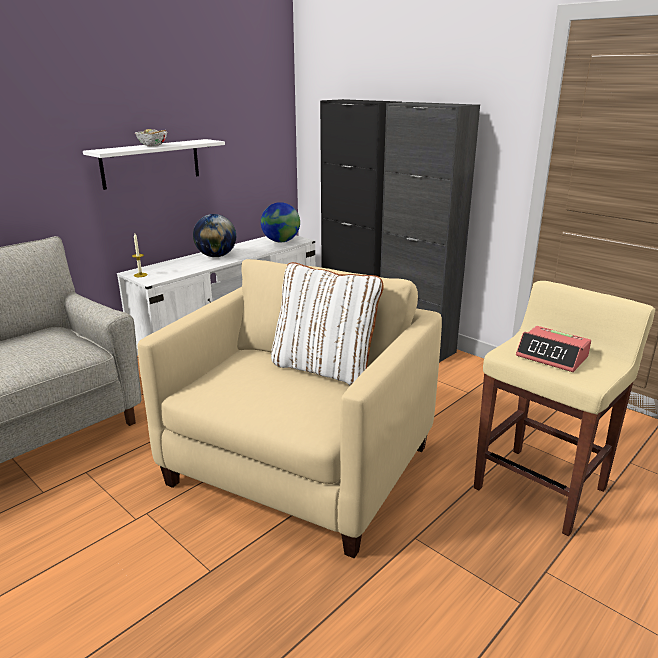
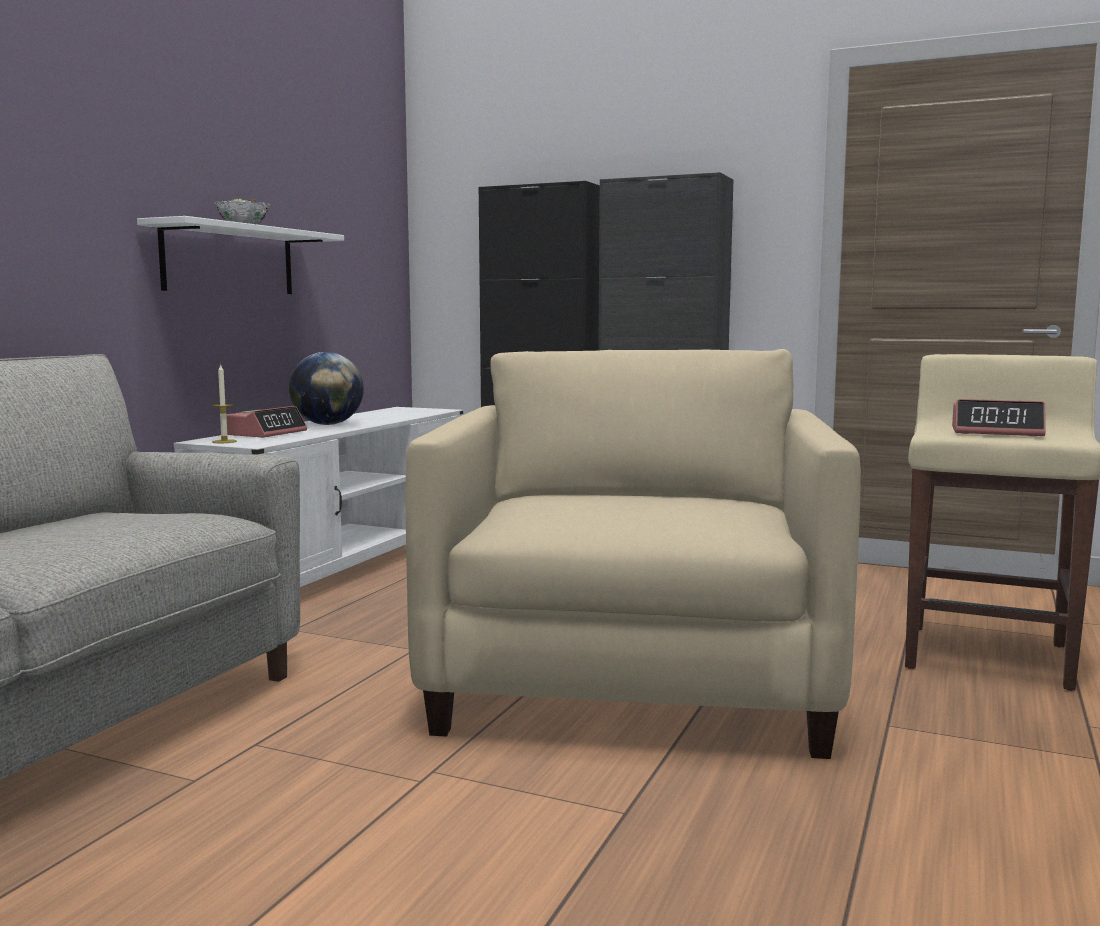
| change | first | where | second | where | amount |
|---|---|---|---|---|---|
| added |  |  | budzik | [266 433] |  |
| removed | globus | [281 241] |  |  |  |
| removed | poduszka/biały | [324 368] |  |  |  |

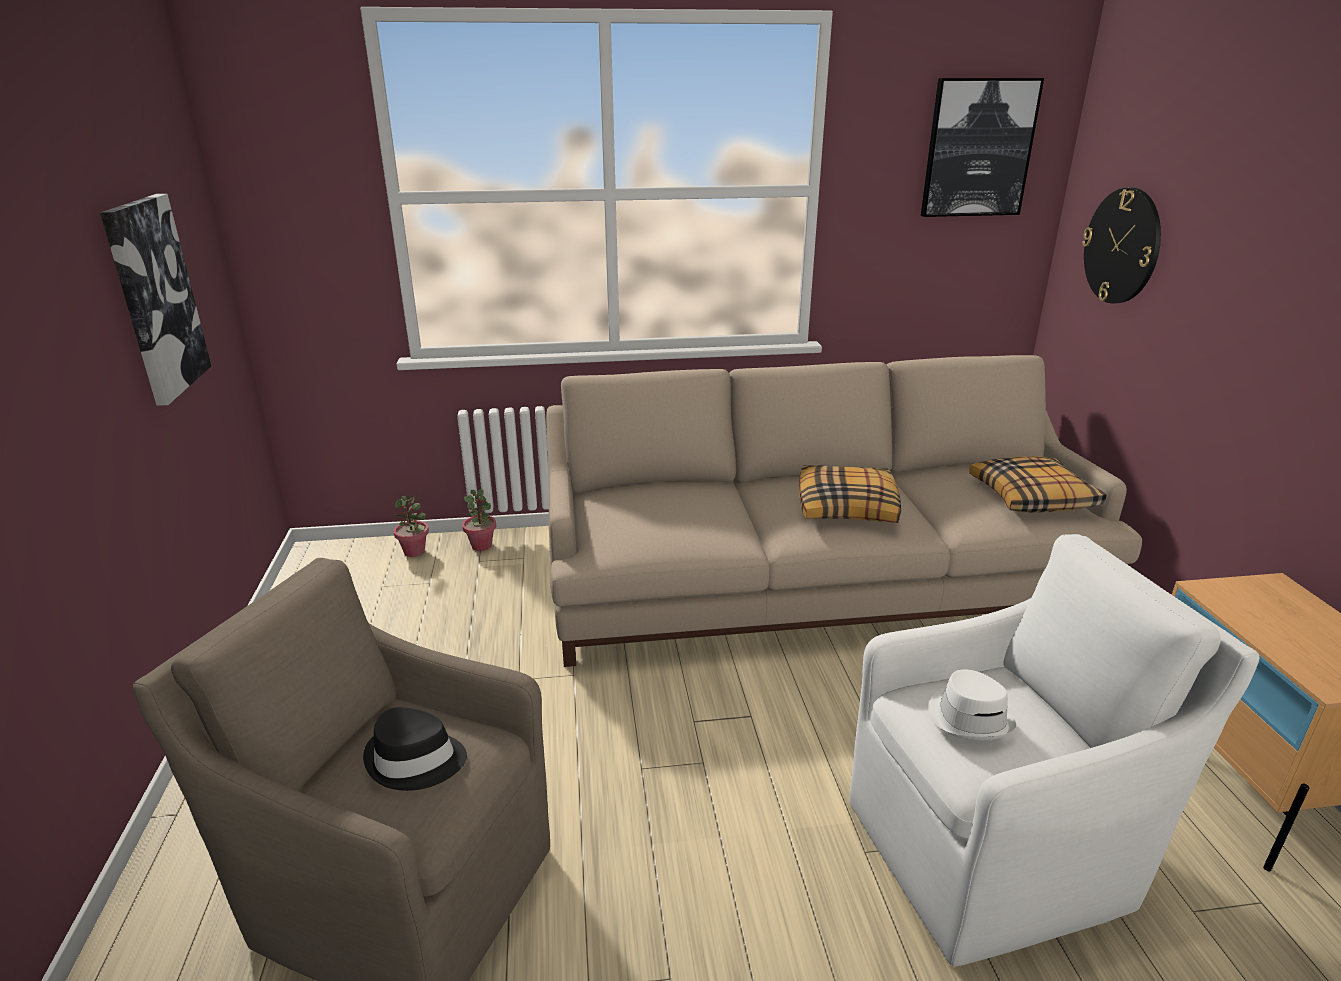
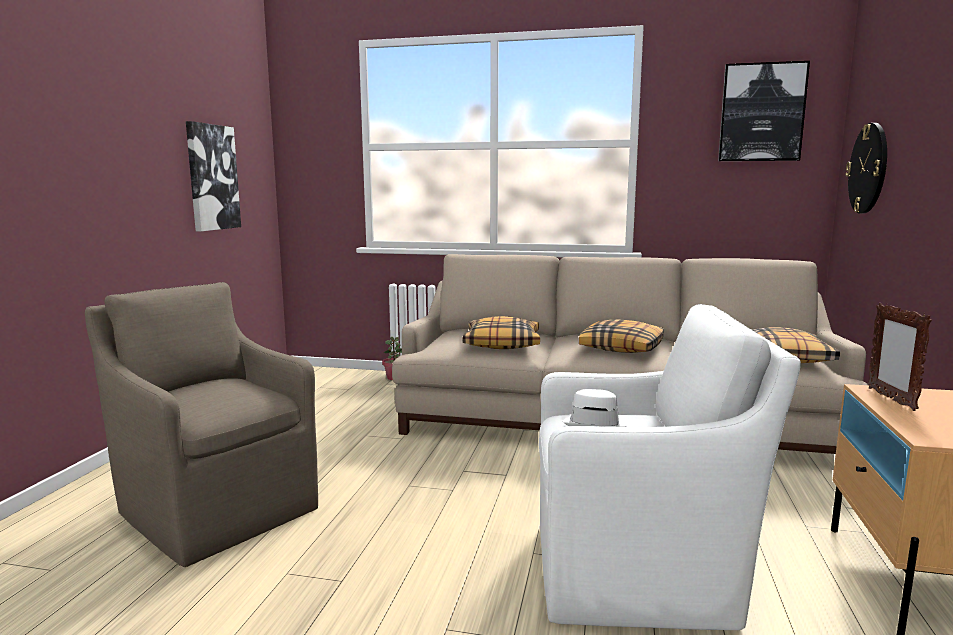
| change | first | where | second | where | amount |
|---|---|---|---|---|---|
| added |  |  | poduszka | [502 343] |  |
| added |  |  | ramka na zdjęcie | [891 399] |  |
| removed | kapelusz/czarny | [415 761] |  |  |  |
| removed | roślina doniczkowa | [414 551] |  |  |  |

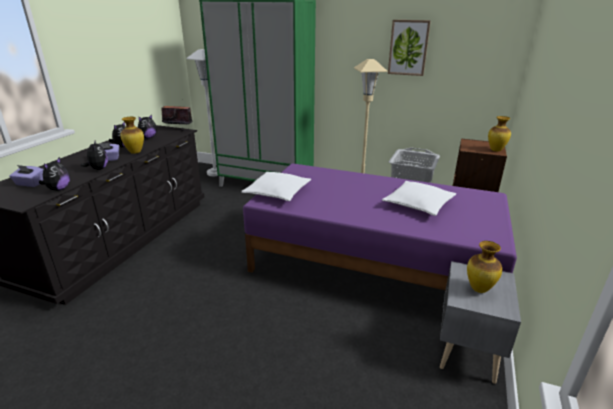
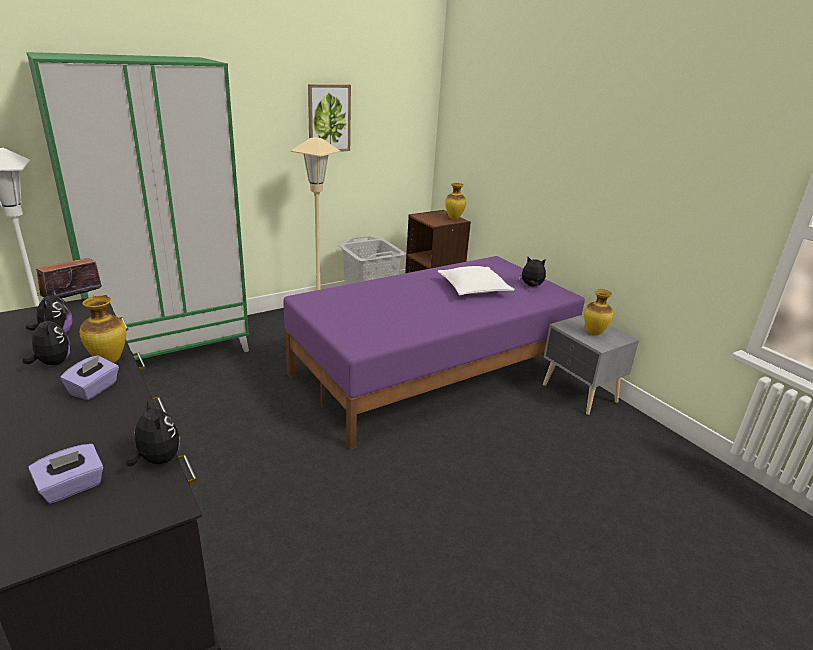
| change | first | where | second | where | amount |
|---|---|---|---|---|---|
| moved | pluszak | [98 169] |  | [531 286] |  |
| removed | poduszka/biały | [277 193] |  |  |  |

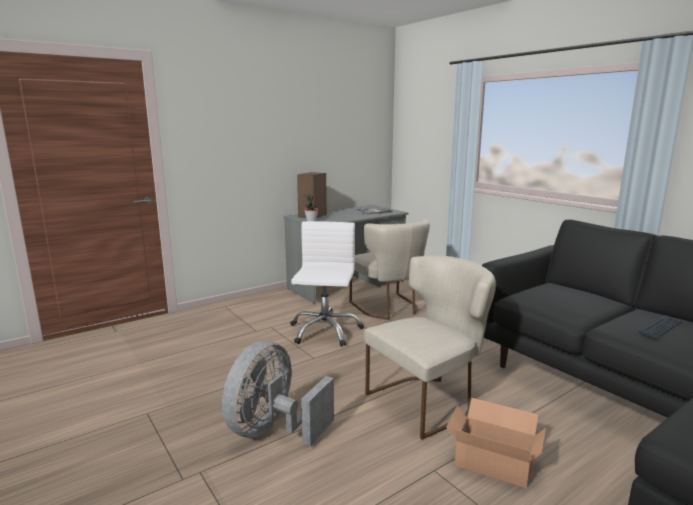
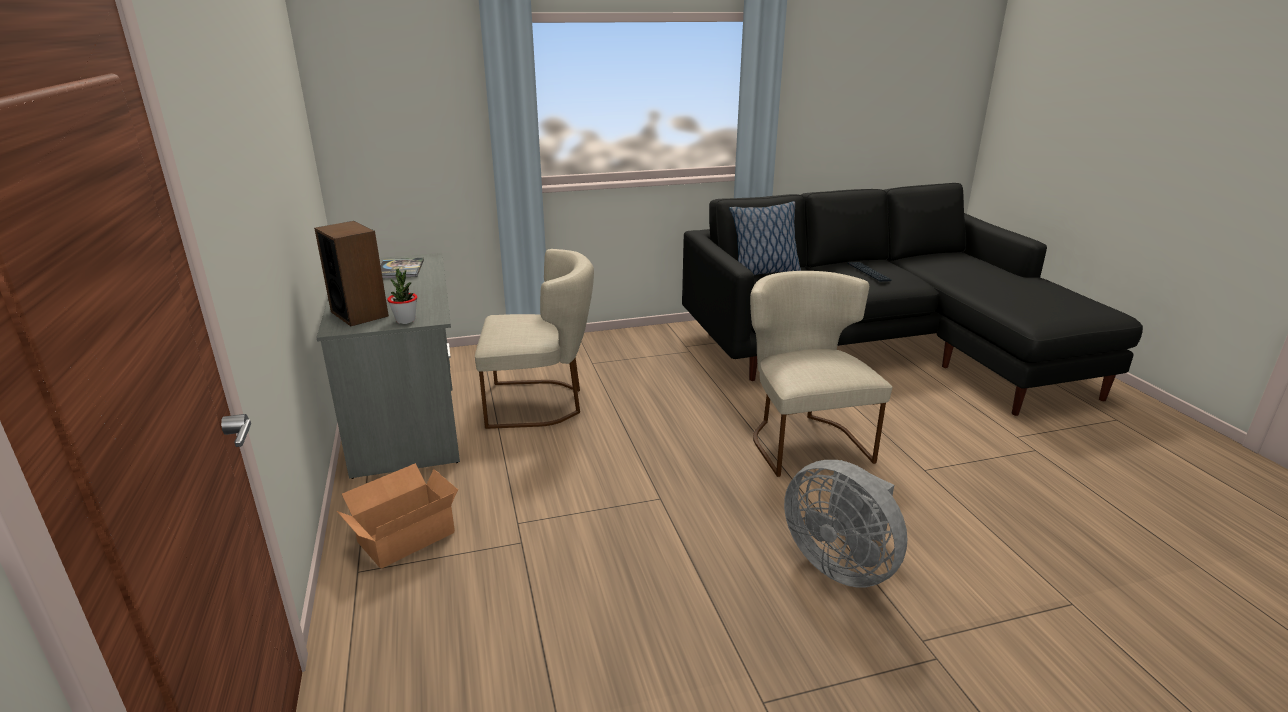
| change | first | where | second | where | amount |
|---|---|---|---|---|---|
| moved | karton | [492 459] |  | [403 536] |  |
| added |  |  | poduszka | [763 272] |  |
| removed | krzesło biurowe/biały | [324 331] |  |  |  |

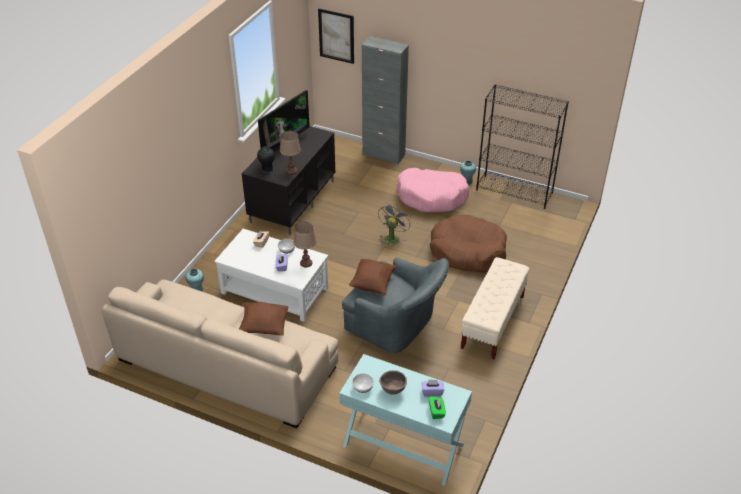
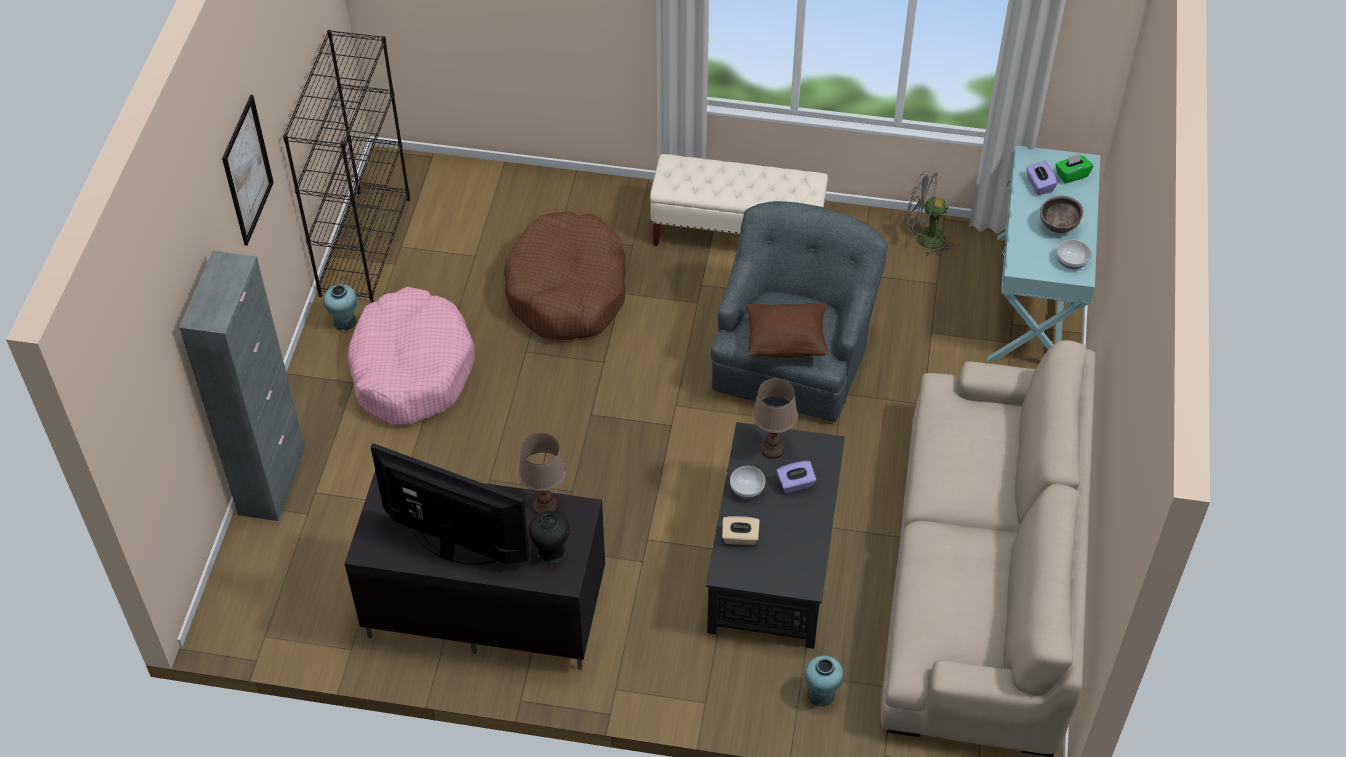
| change | first | where | second | where | amount |
|---|---|---|---|---|---|
| moved | obraz | [336 36] |  | [247 170] |  |
| recoloured | ława/biały | [274 290] | ława/czarny | [773 560] |  |
| moved | wentylator/szary | [392 238] |  | [923 238] |  |
| removed | poduszka/brązowy | [264 327] |  |  |  |

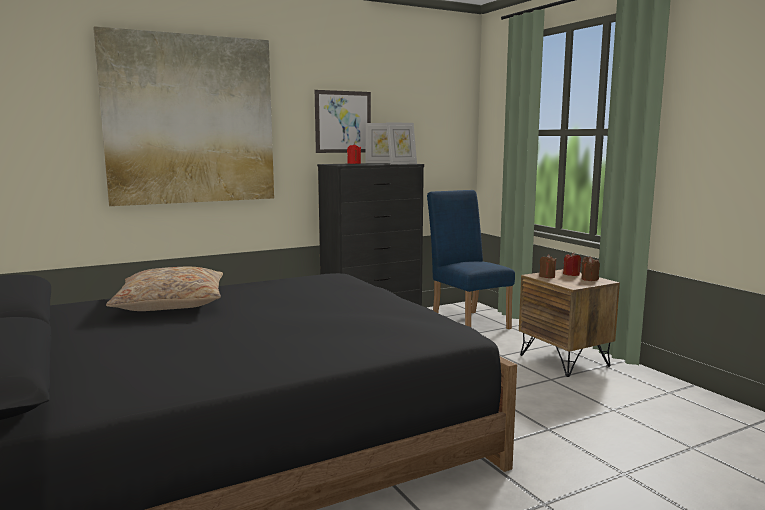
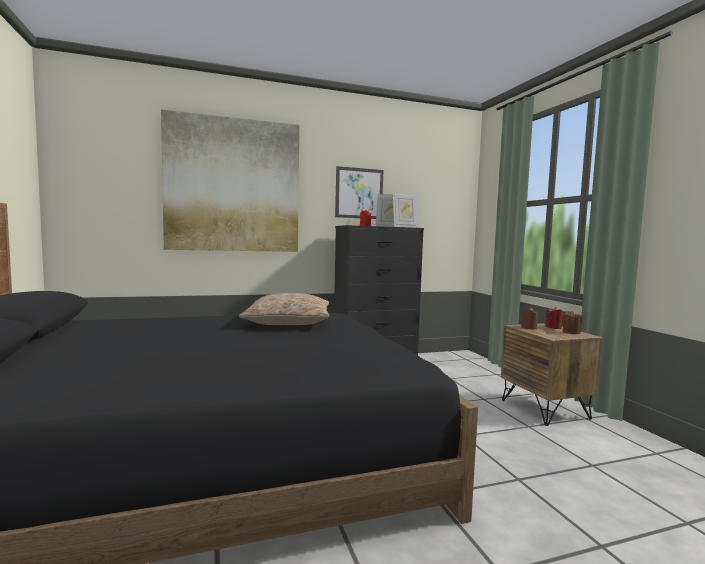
| change | first | where | second | where | amount |
|---|---|---|---|---|---|
| moved | poduszka/beżowy | [171 303] |  | [288 321] |  |
| removed | krzesło/niebieski | [467 321] |  |  |  |

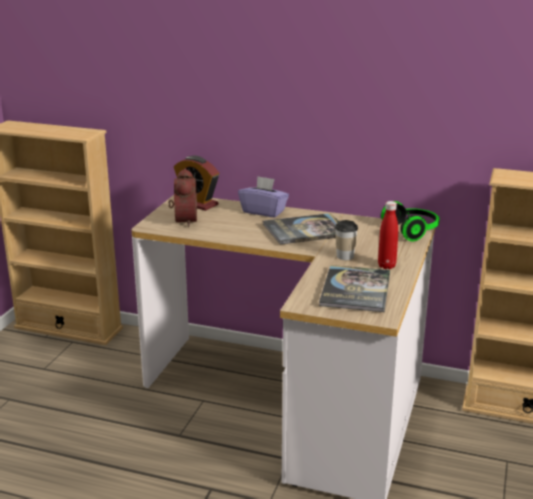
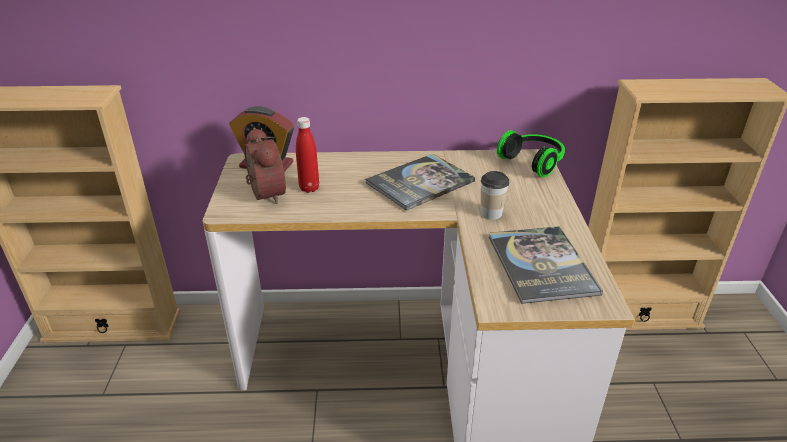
| change | first | where | second | where | amount |
|---|---|---|---|---|---|
| moved | butelka/czerwony | [386 266] |  | [309 188] |  |
| removed | pudełko chusteczek/fioletowy | [263 211] |  |  |  |

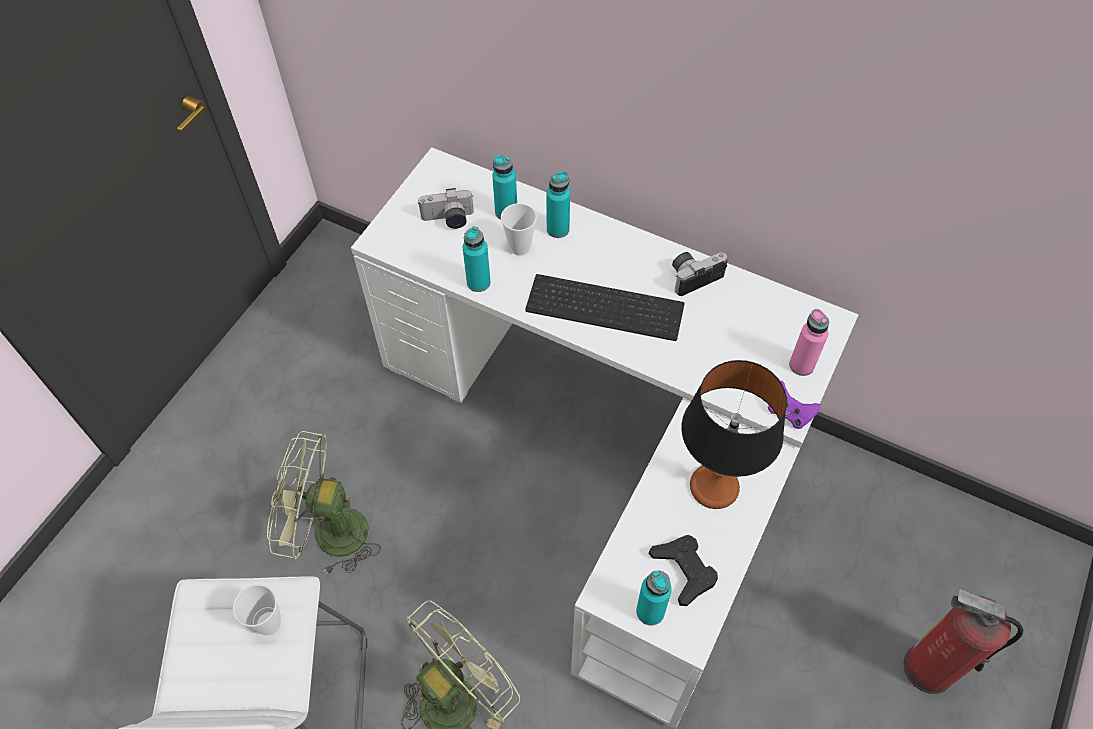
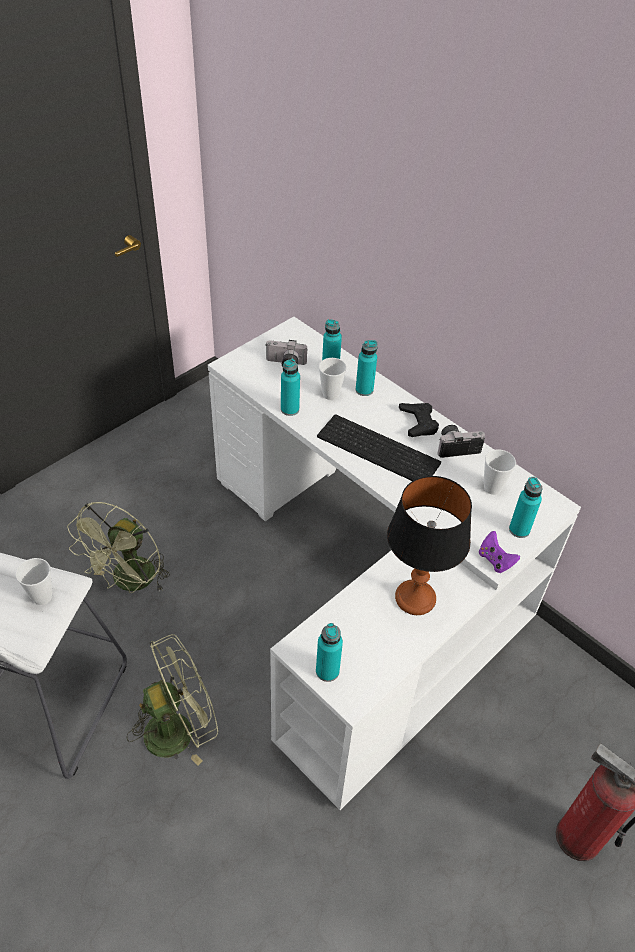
| change | first | where | second | where | amount |
|---|---|---|---|---|---|
| turned | wentylator/zielony | [328 533] |  | [130 583] | 90 degrees counterclockwise |
| moved | pad do gier/czarny | [684 570] |  | [418 422] |  |
| added |  |  | filiżanka | [492 488] |  |
| recoloured | butelka/różowy | [801 365] | butelka/turkusowy | [519 530] |  |

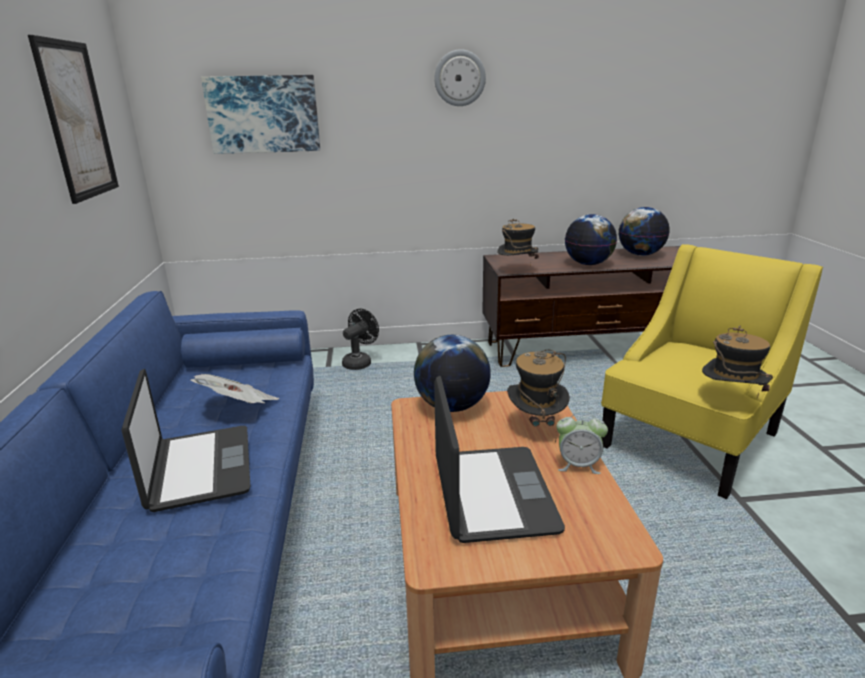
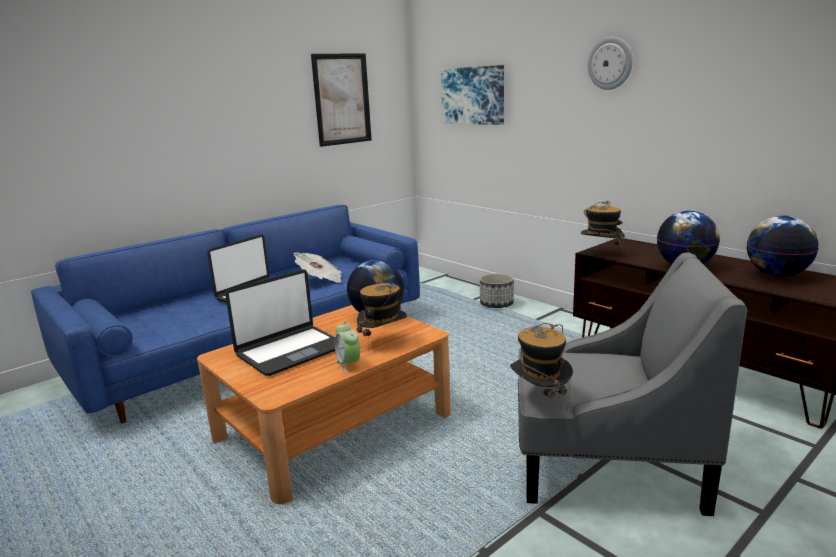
| change | first | where | second | where | amount |
|---|---|---|---|---|---|
| replaced | wentylator/czarny | [360 362] | donica | [496 304] |  |
| recoloured | fotel/żółty | [689 440] | fotel/szary | [606 464] |  |

